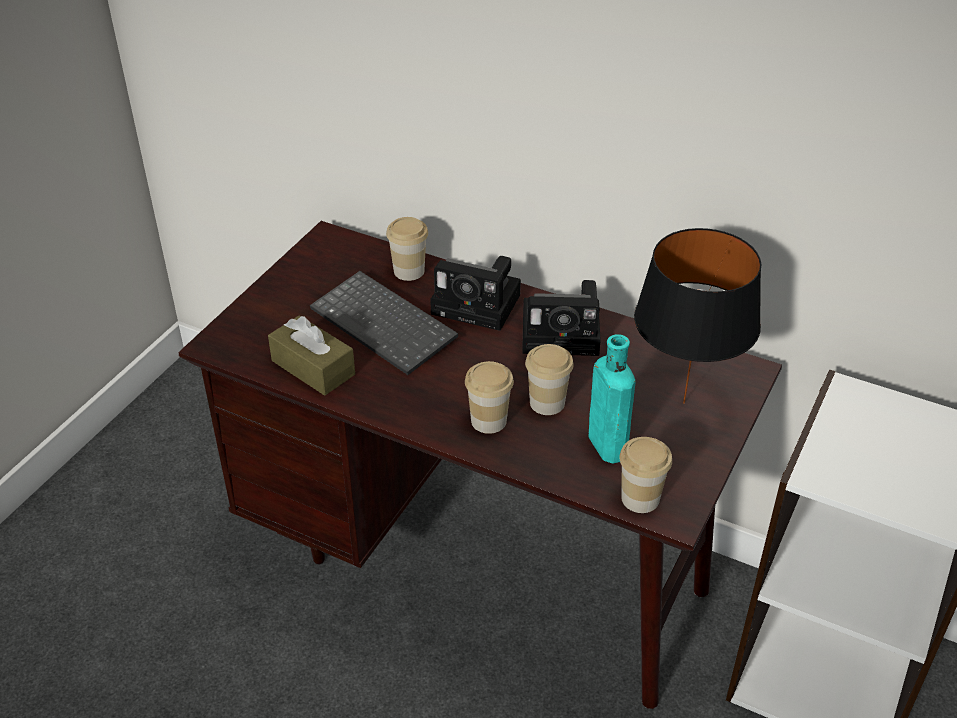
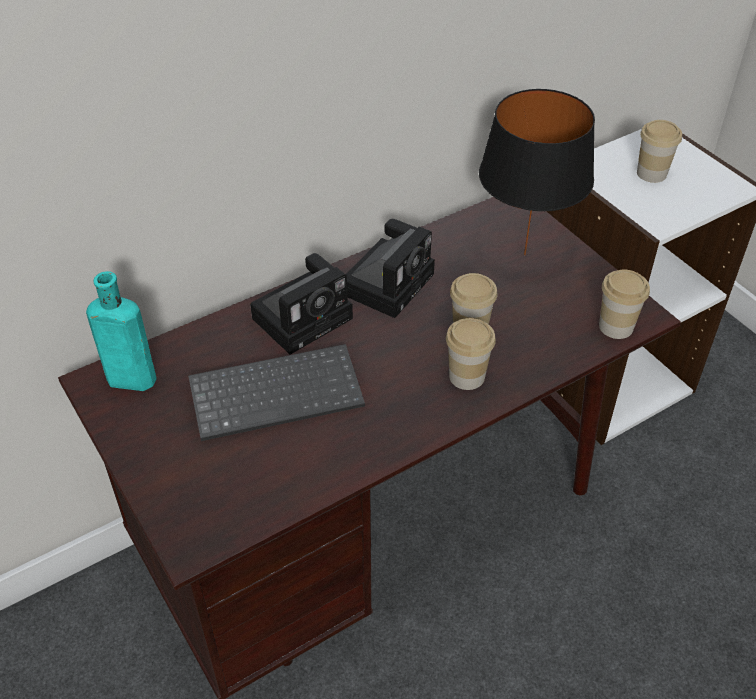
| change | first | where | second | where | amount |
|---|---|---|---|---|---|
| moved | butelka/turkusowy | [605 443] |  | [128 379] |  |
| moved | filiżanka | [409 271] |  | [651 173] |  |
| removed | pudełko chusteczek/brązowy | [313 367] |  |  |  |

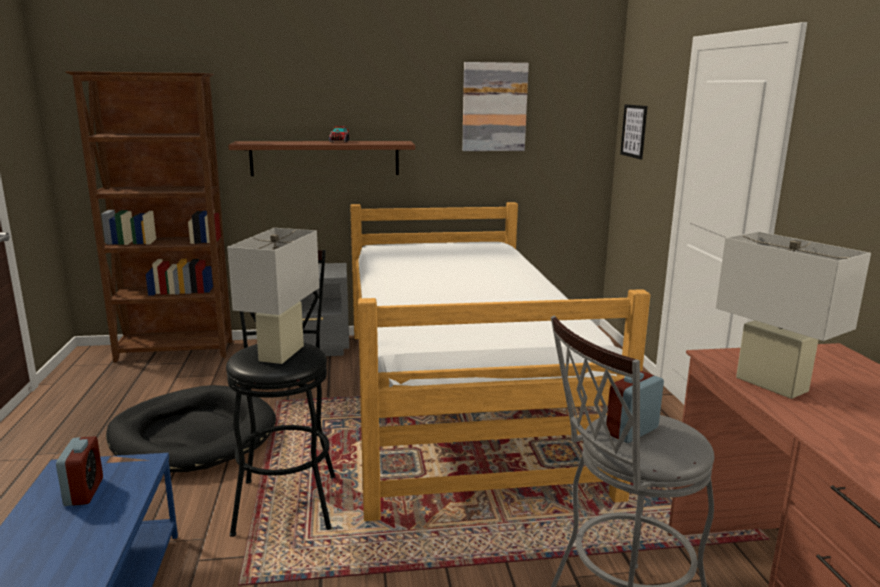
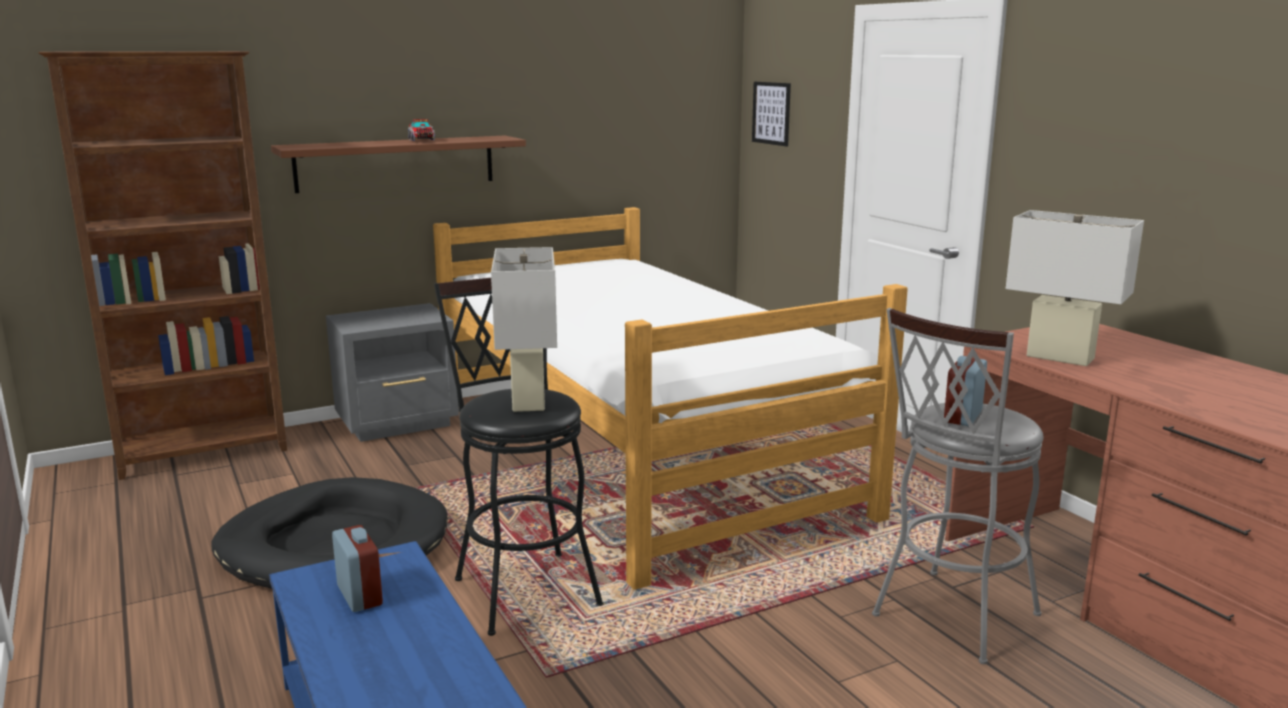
| change | first | where | second | where | amount |
|---|---|---|---|---|---|
| removed | obraz | [494 107] |  |  |  |

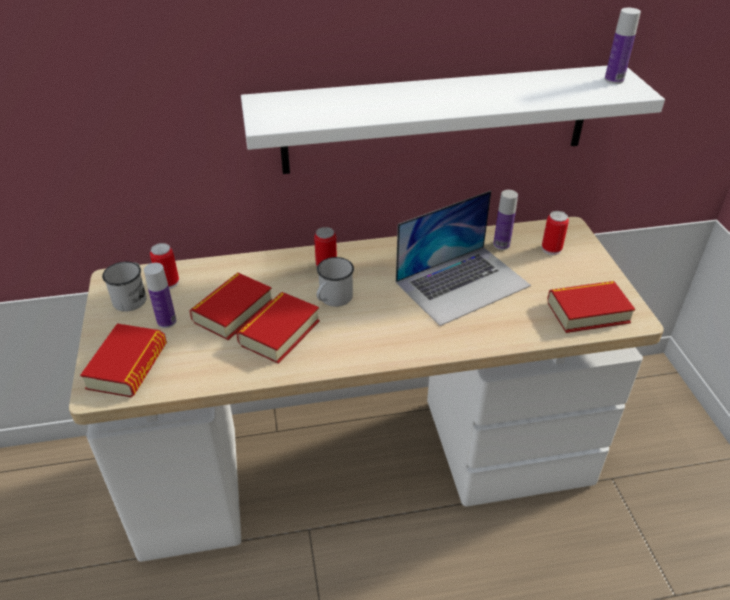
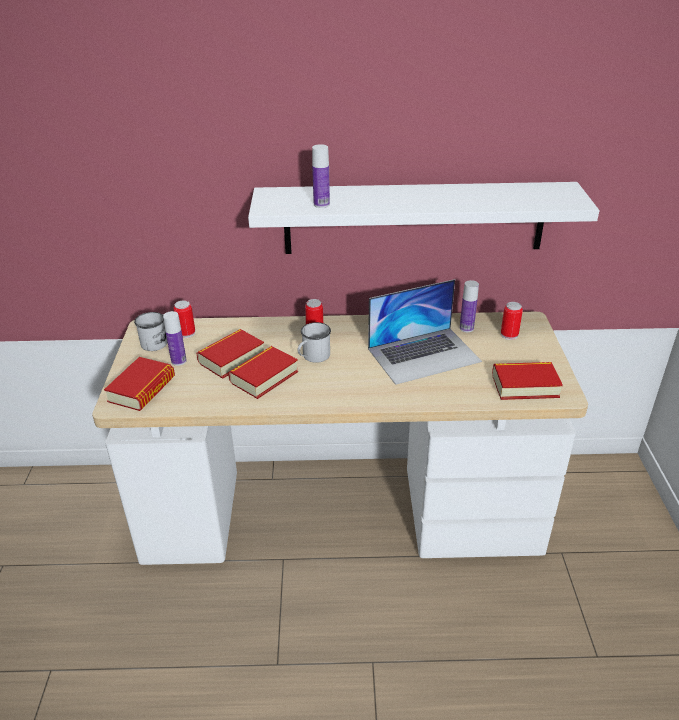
| change | first | where | second | where | amount |
|---|---|---|---|---|---|
| moved | butelka | [614 80] |  | [321 204] |  |

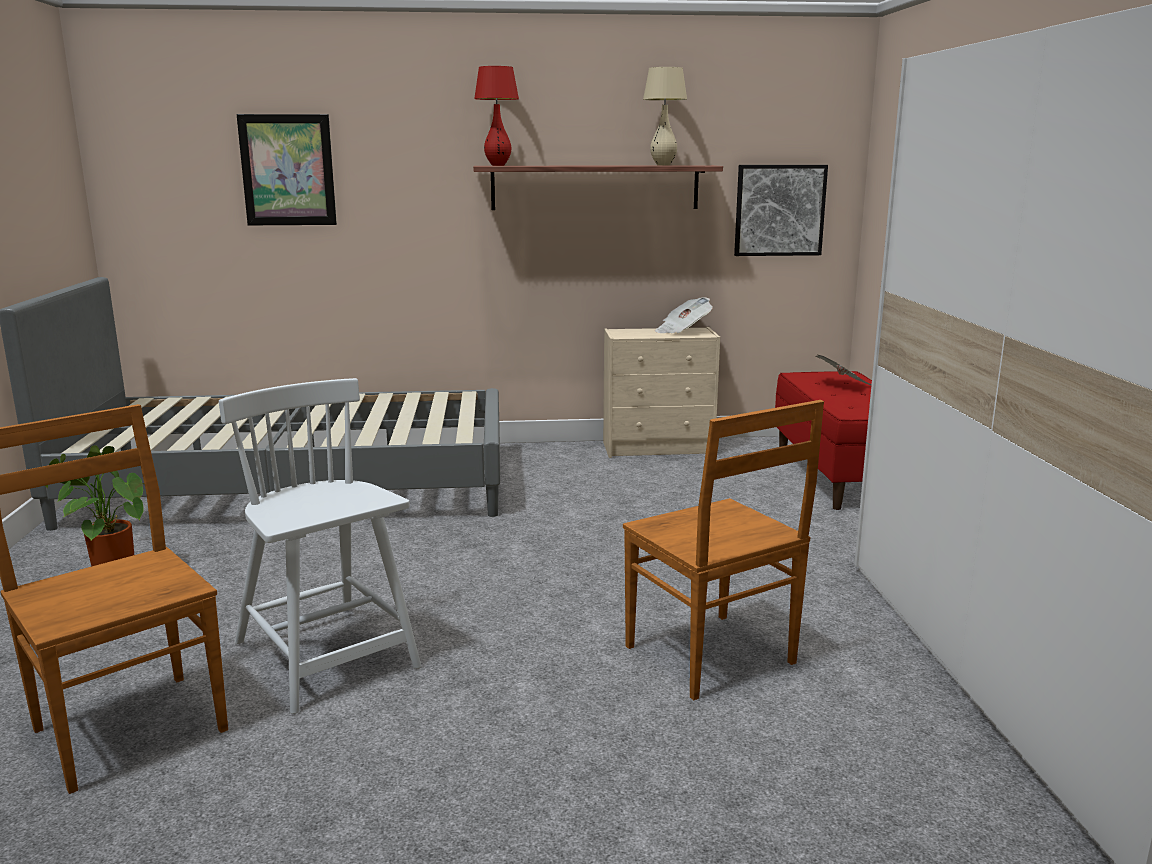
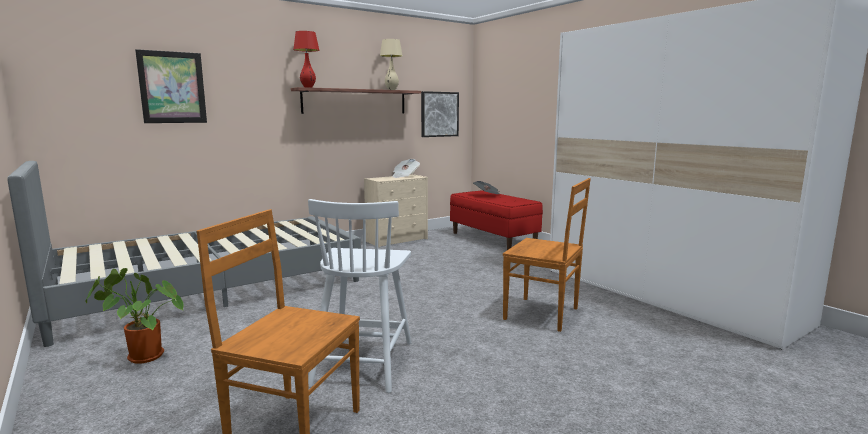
| change | first | where | second | where | amount |
|---|---|---|---|---|---|
| turned | krzesło/biały | [327 657] |  | [363 361] | 105 degrees counterclockwise |

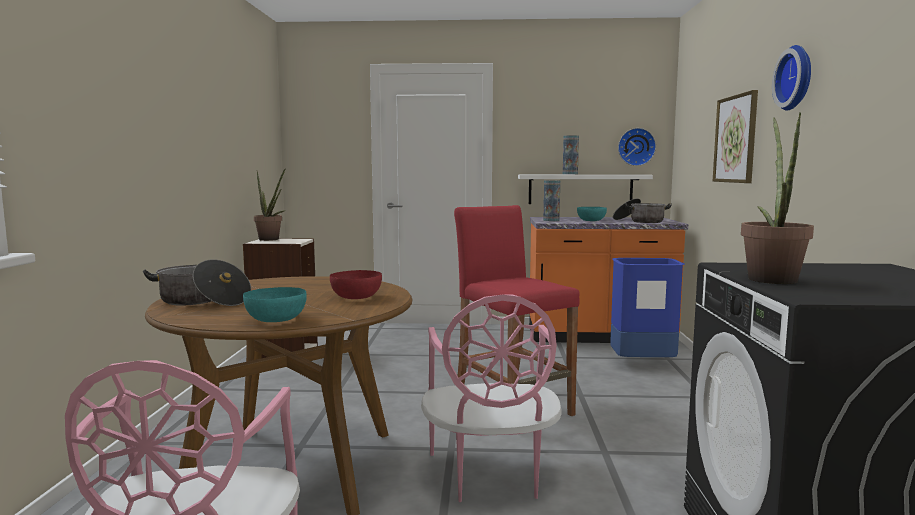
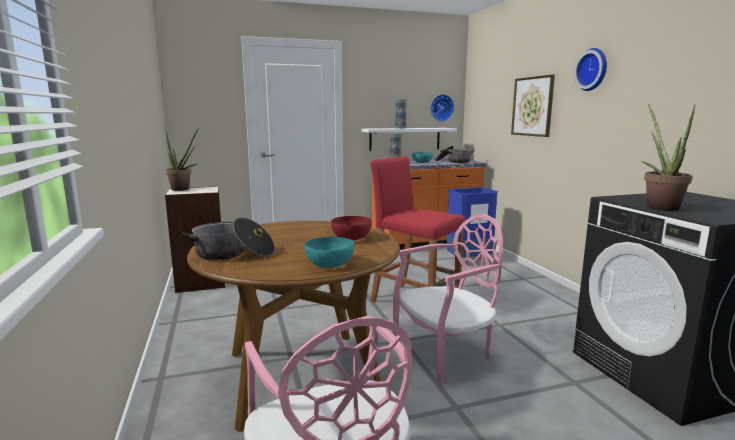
| change | first | where | second | where | amount |
|---|---|---|---|---|---|
| turned | krzesło/różowy | [490 475] |  | [445 354] | 90 degrees counterclockwise |

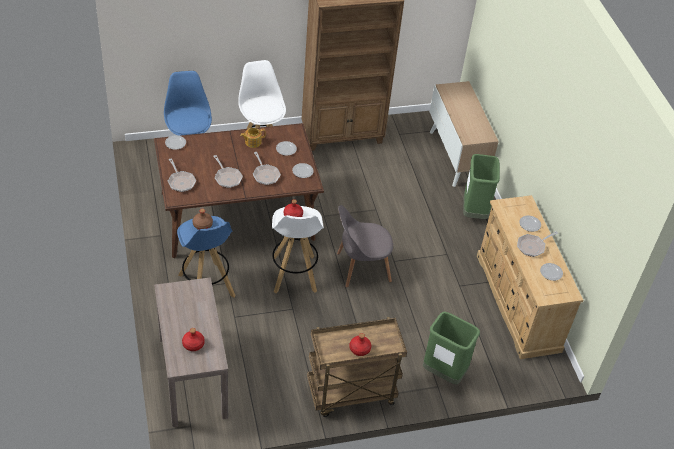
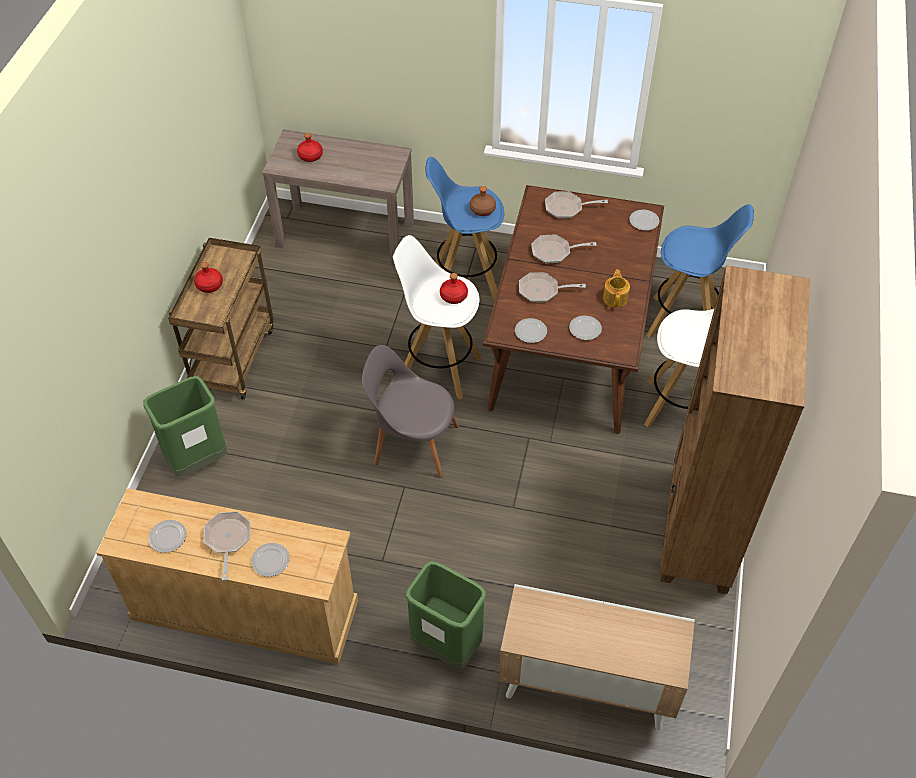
| change | first | where | second | where | amount |
|---|---|---|---|---|---|
| turned | krzesło/szary | [361 267] |  | [412 443] | 90 degrees counterclockwise |

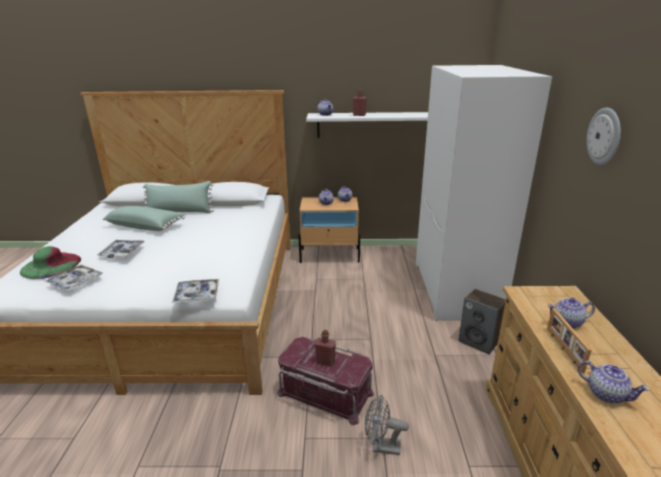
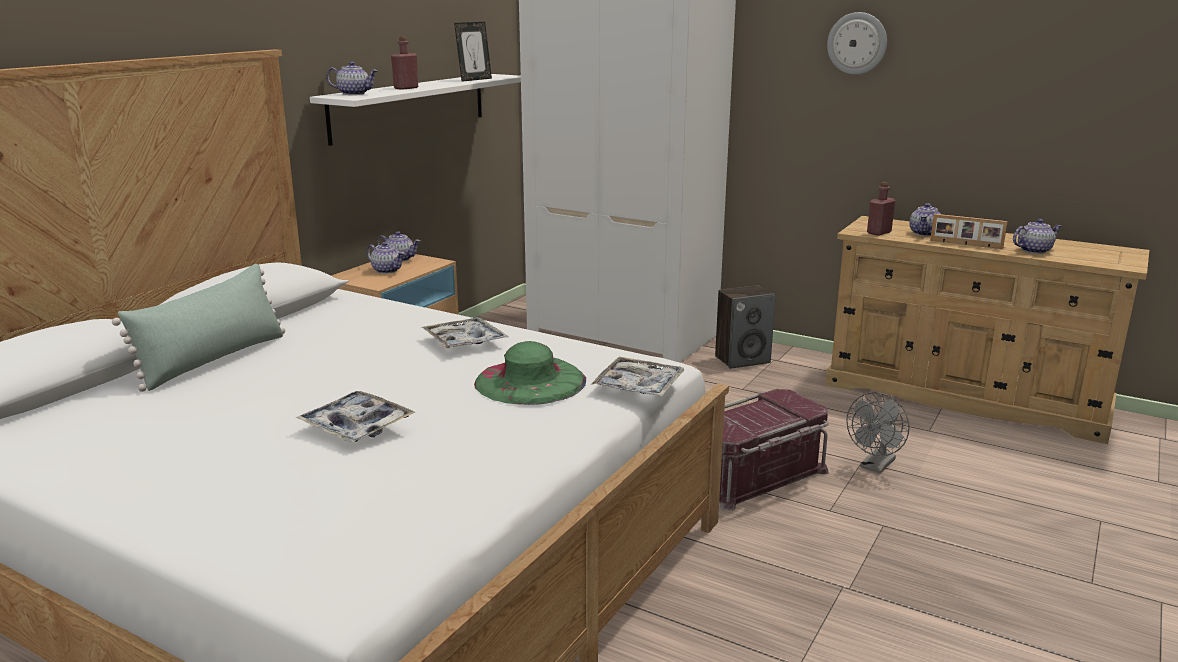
| change | first | where | second | where | amount |
|---|---|---|---|---|---|
| moved | taca | [75 282] |  | [464 341] |  |
| added |  |  | ramka na zdjęcie | [474 79] |  |
| moved | kapelusz/zielony | [51 265] |  | [530 381] |  |
| moved | butelka/czerwony | [325 362] |  | [879 233] |  |
| removed | poduszka/zielony | [146 226] |  |  |  |

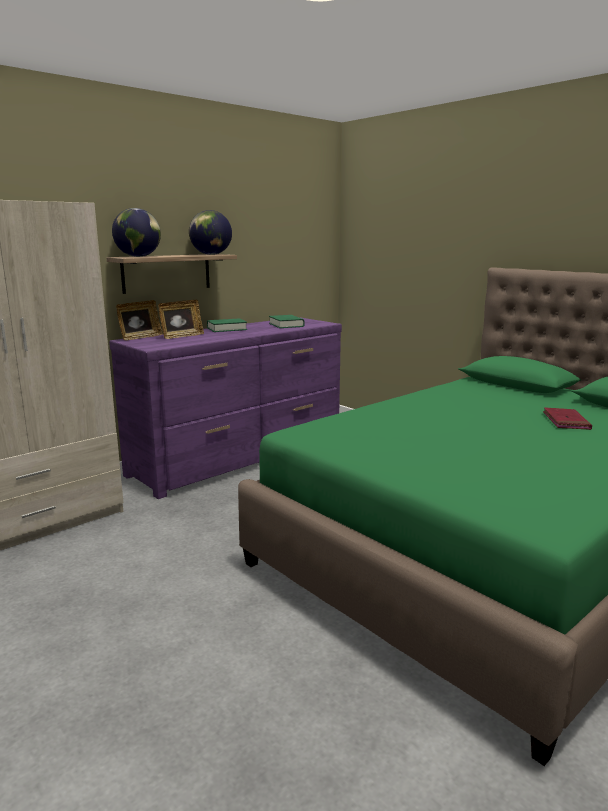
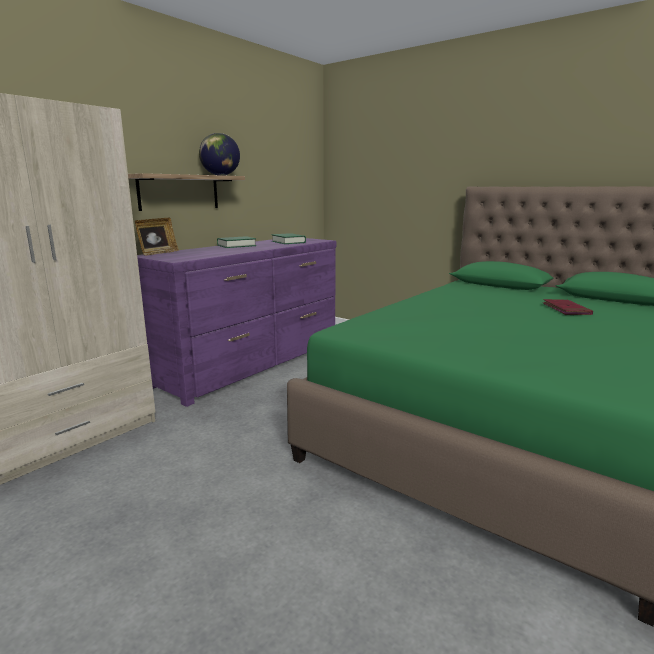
| change | first | where | second | where | amount |
|---|---|---|---|---|---|
| removed | globus | [138 256] |  |  |  |
| removed | ramka na zdjęcie | [181 336] |  |  |  |

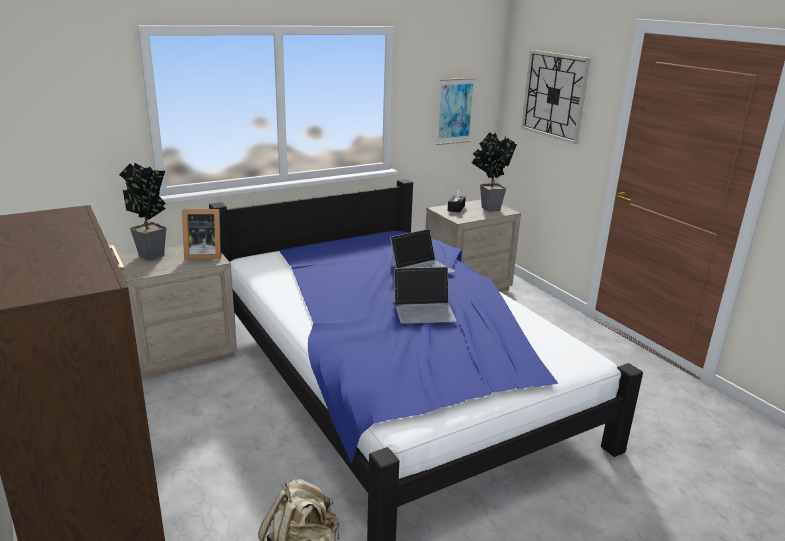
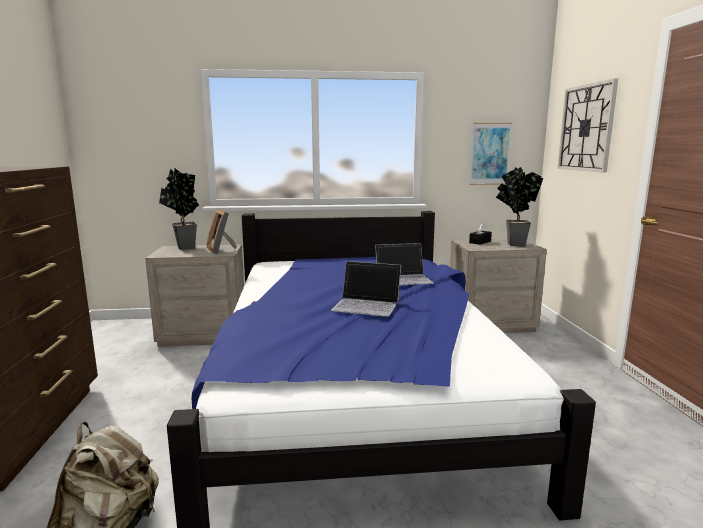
| change | first | where | second | where | amount |
|---|---|---|---|---|---|
| turned | ramka na zdjęcie | [203 254] |  | [222 250] | 45 degrees clockwise |

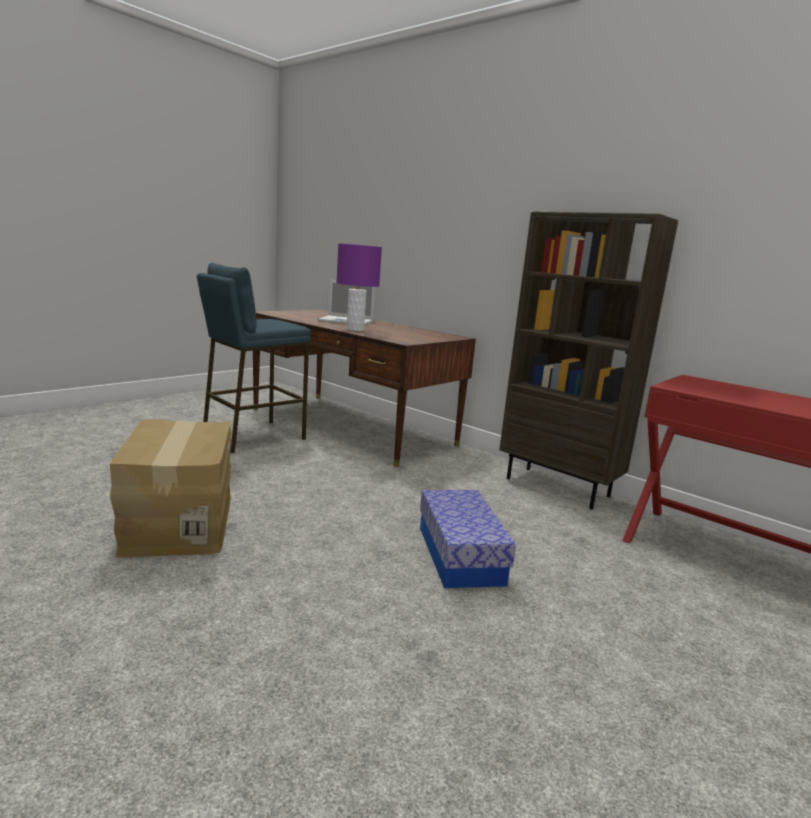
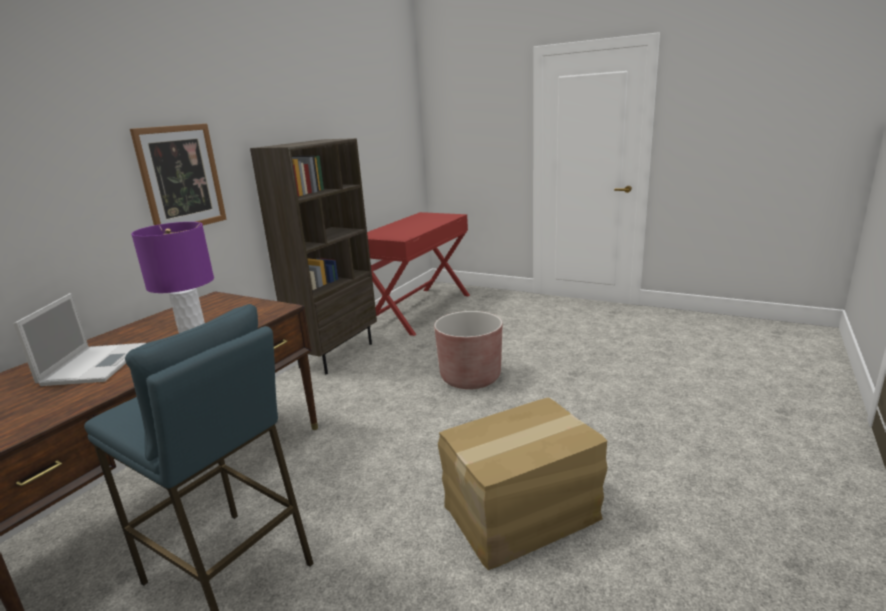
| change | first | where | second | where | amount |
|---|---|---|---|---|---|
| added |  |  | obraz | [181 178] |  |
| replaced | pojemnik do przechowywania | [460 555] | donica/brązowy | [470 377] |  |

